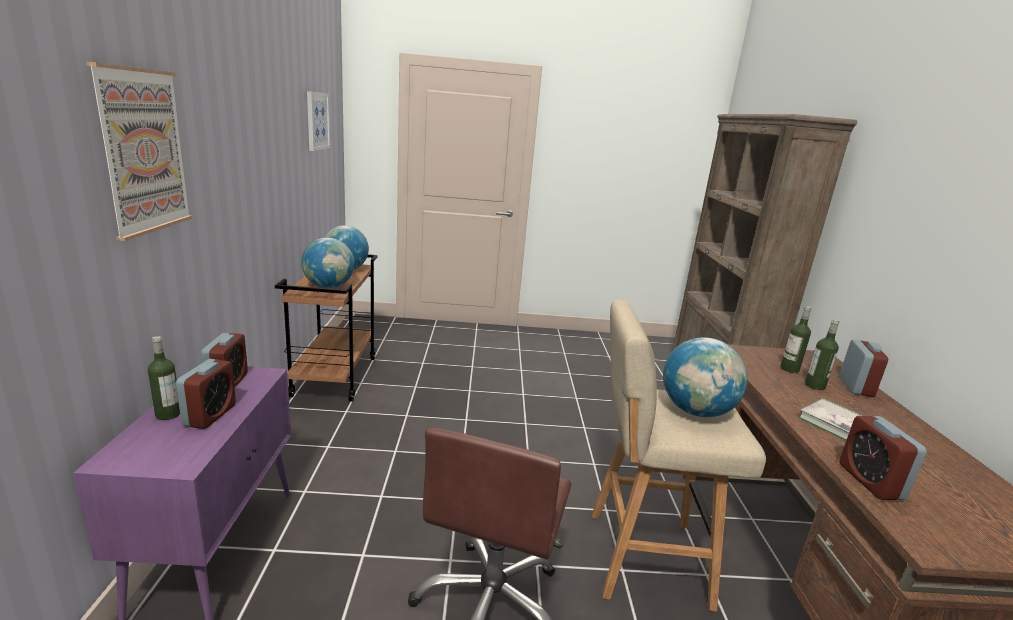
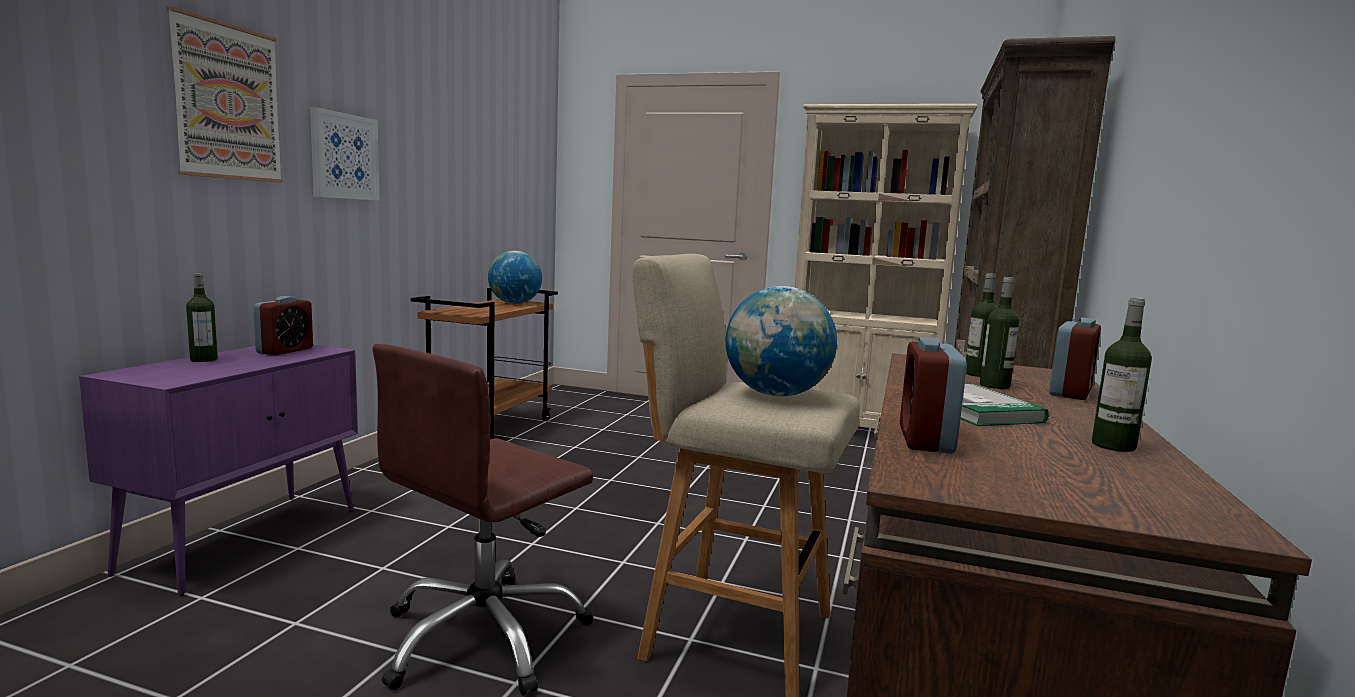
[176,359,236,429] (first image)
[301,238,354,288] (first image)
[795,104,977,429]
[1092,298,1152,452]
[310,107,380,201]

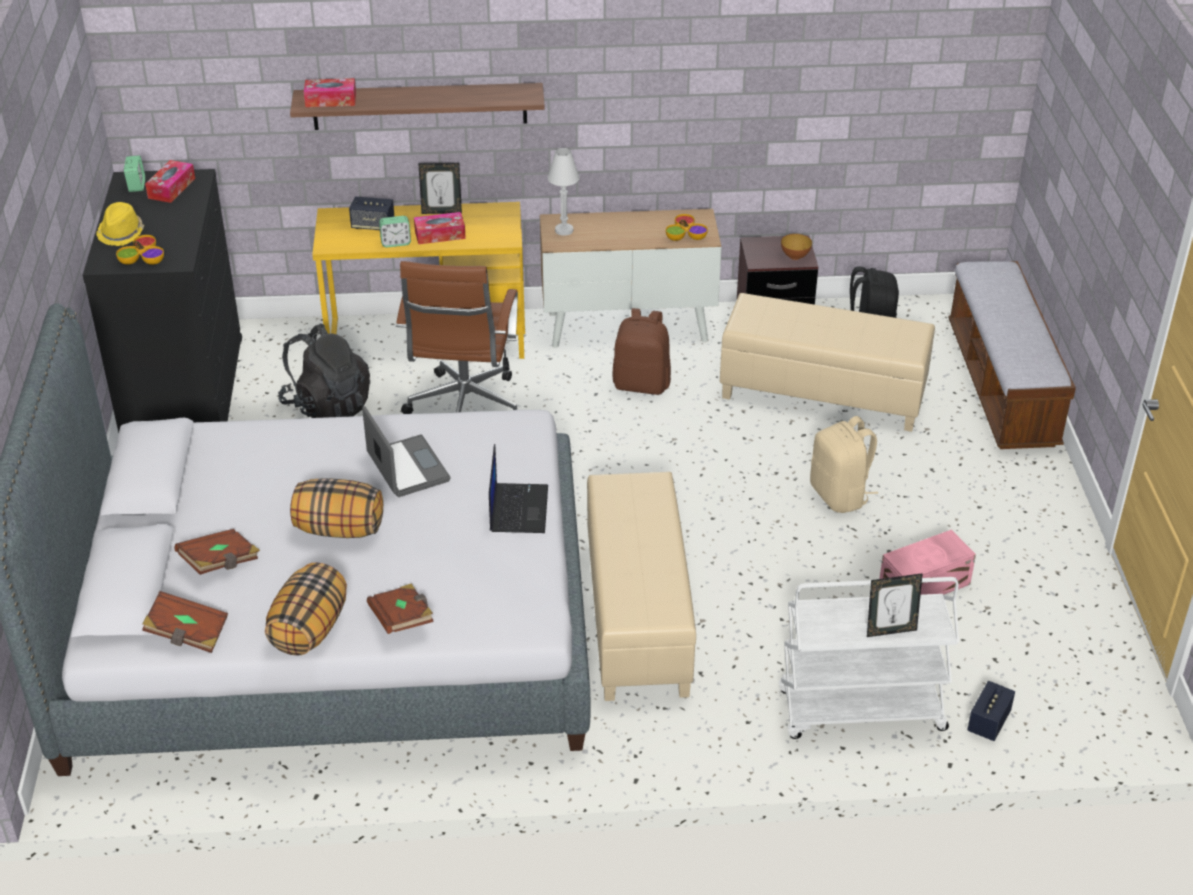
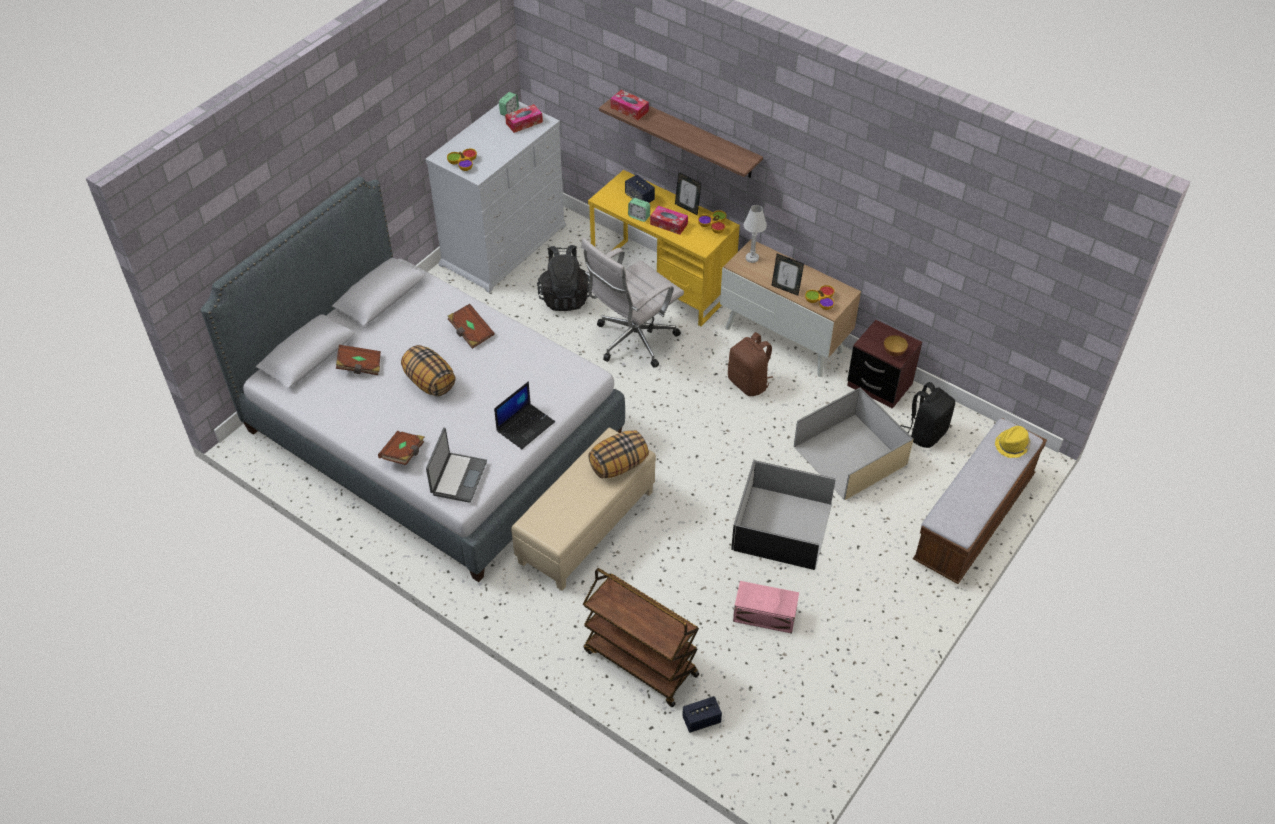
[698,210,726,233]
[995,426,1031,458]
[448,304,495,349]
[588,430,649,478]
[426,428,487,503]
[771,254,804,296]
[794,387,914,500]
[731,460,836,570]
[425,101,567,293]
[581,238,684,368]
[583,568,699,707]

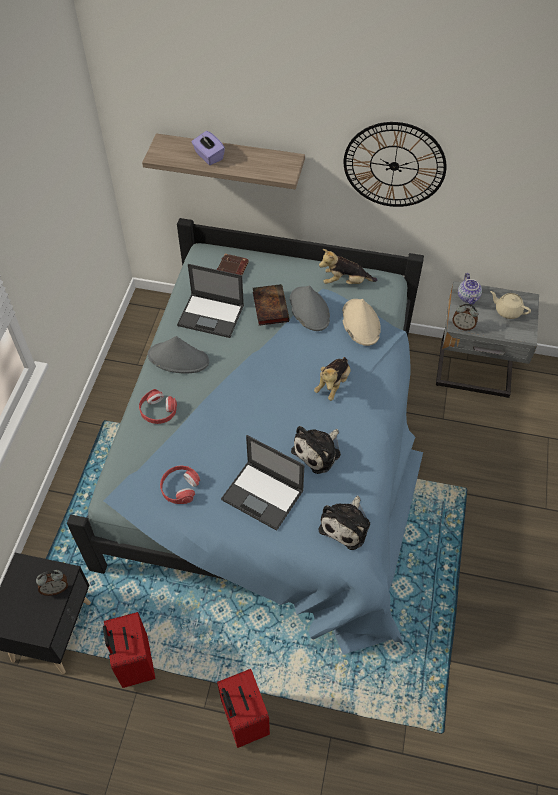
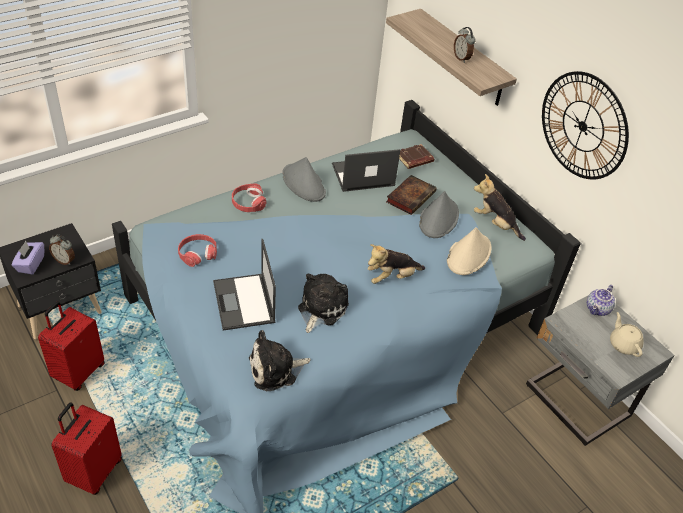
[11,241,44,275]
[454,27,476,63]
[332,149,401,192]
[298,273,349,333]

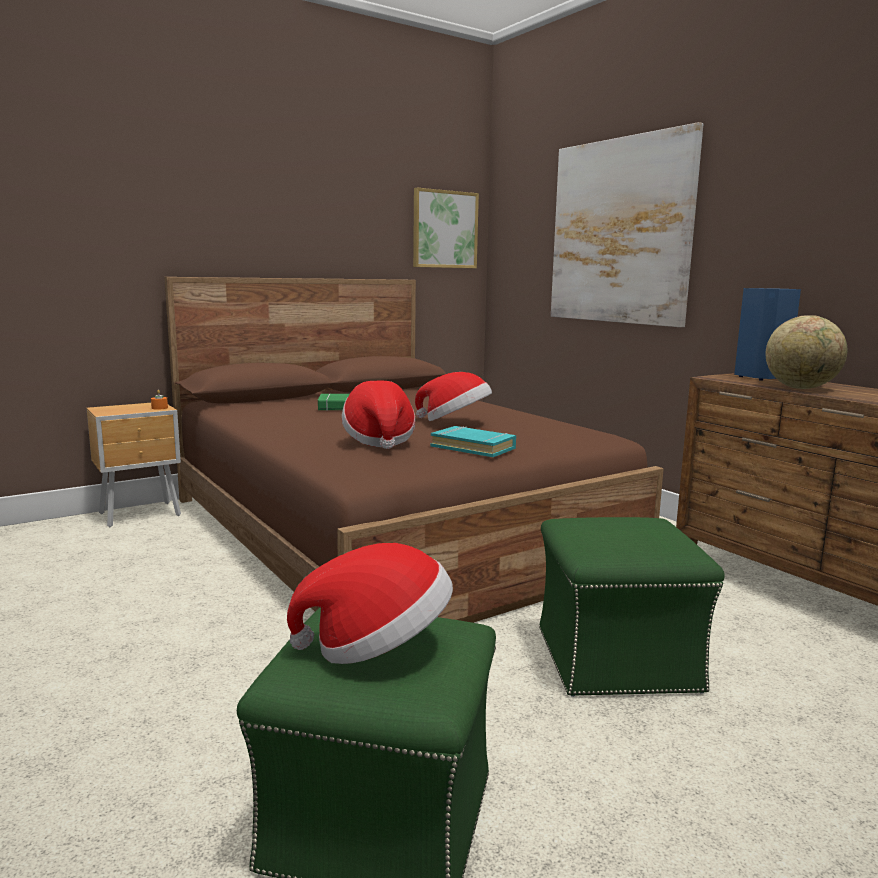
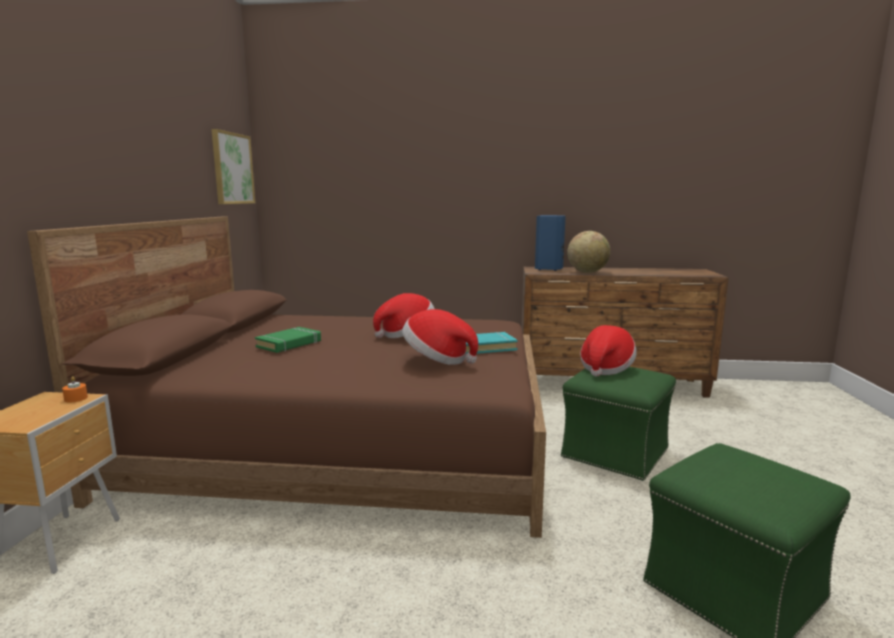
[551,122,703,327] (first image)
[580,325,637,377]

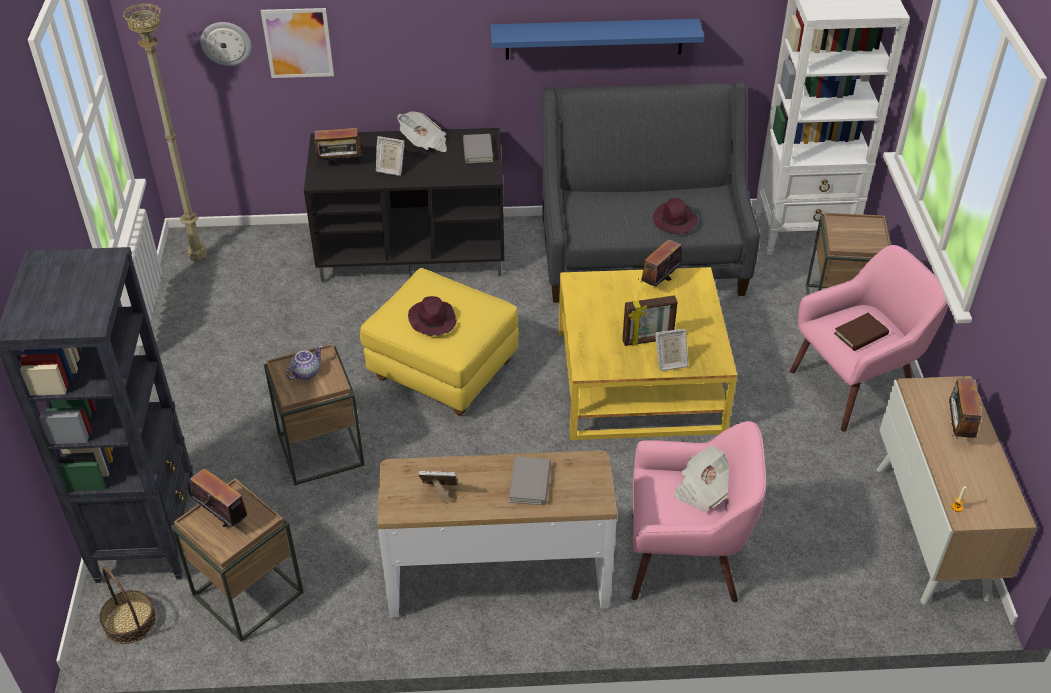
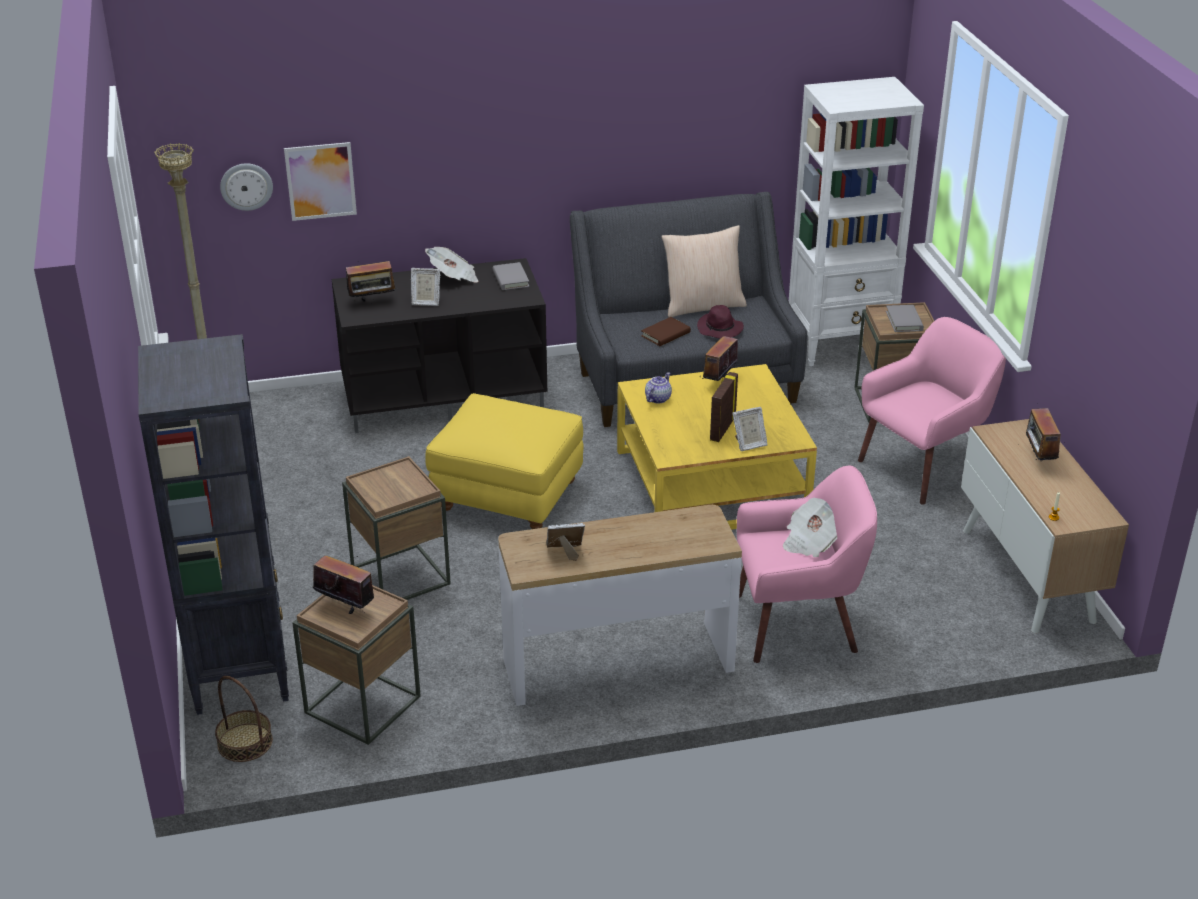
[408,296,457,336] (first image)
[490,19,704,59] (first image)
[661,225,747,317]
[645,372,672,404]
[886,305,924,332]
[641,317,691,346]
[710,372,738,442]

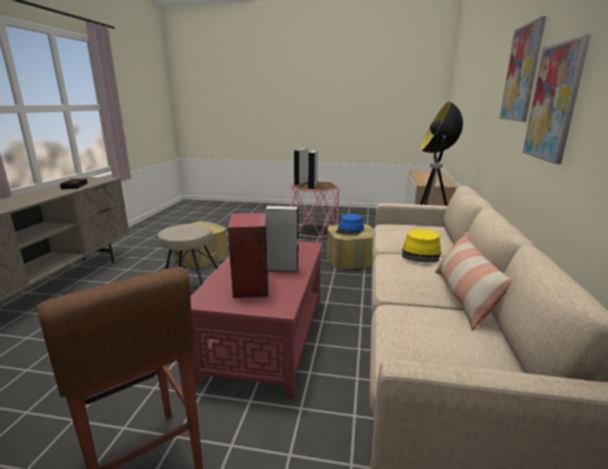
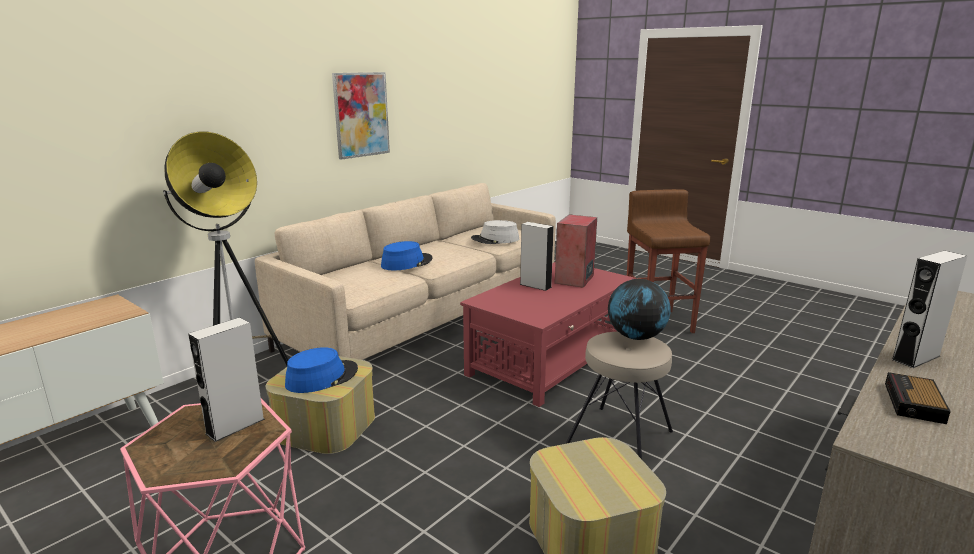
[435,232,513,330] (first image)
[500,16,546,122] (first image)
[471,220,519,244]
[608,279,670,340]
[892,251,967,368]
[381,241,432,270]

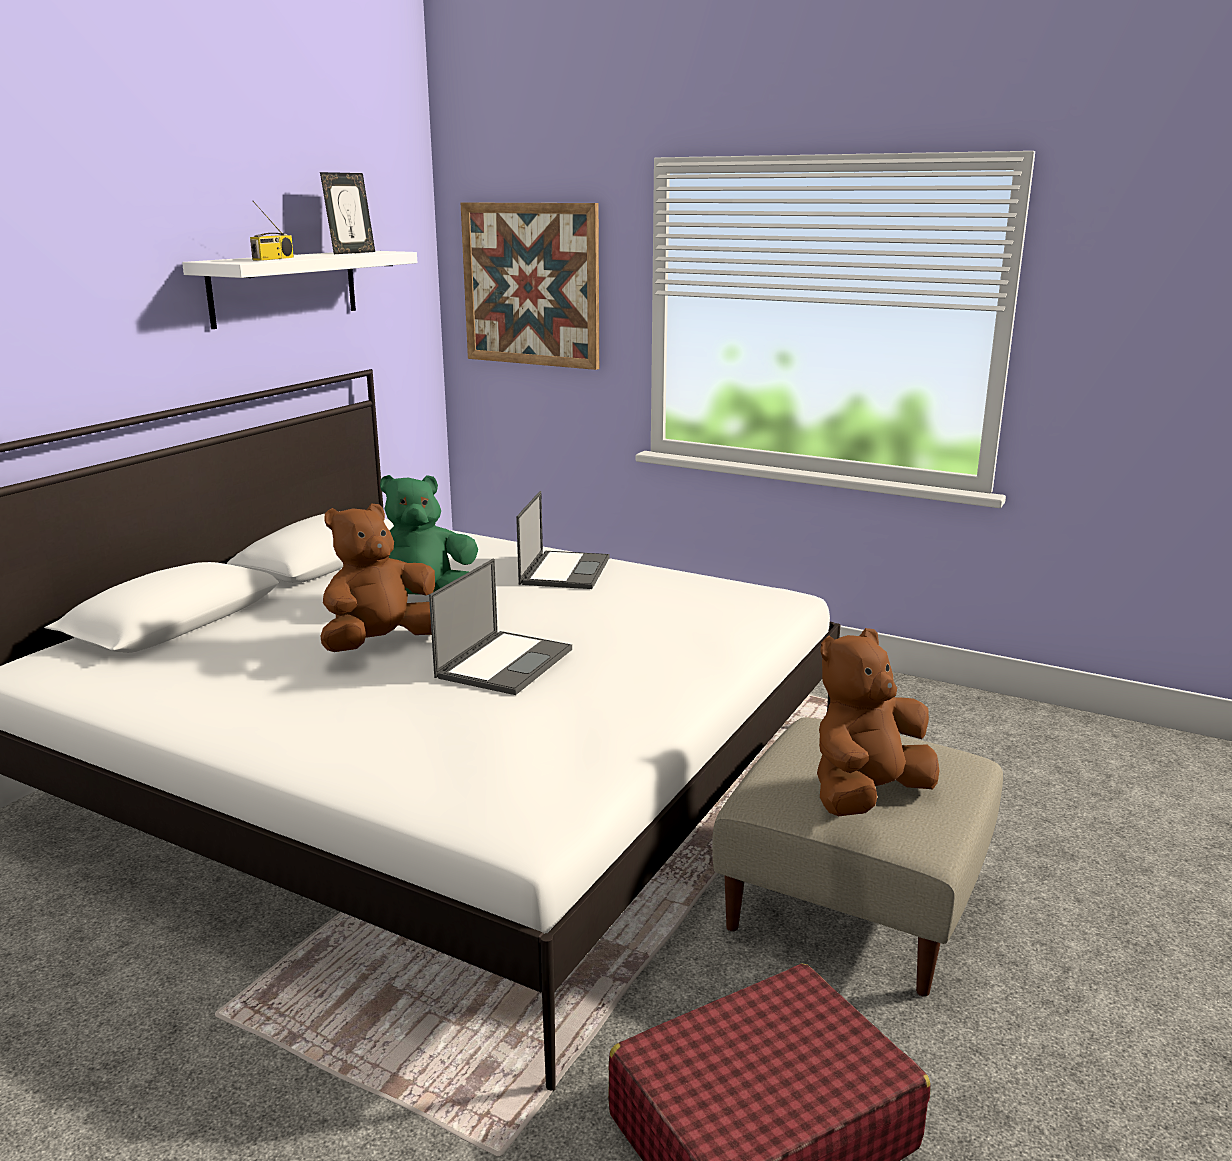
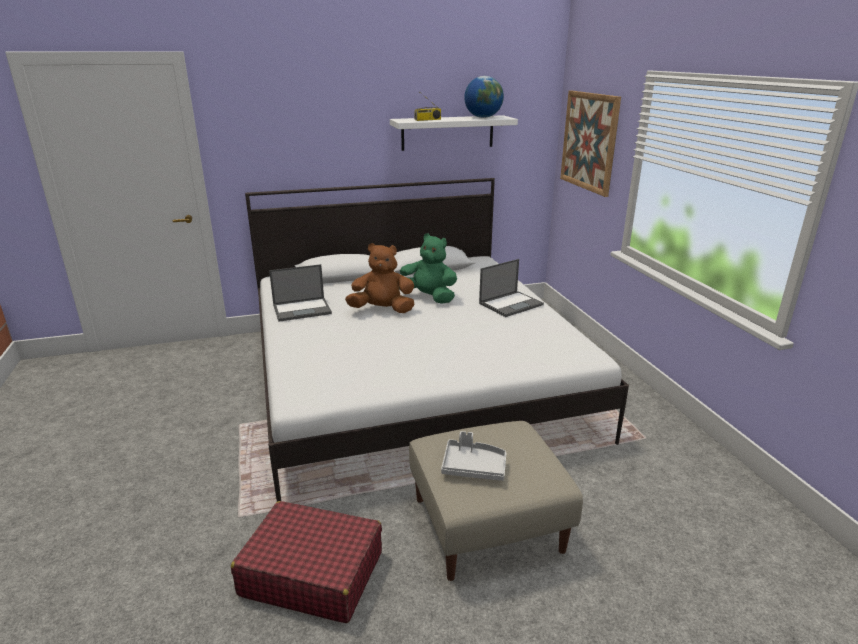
[269,264,332,322]
[464,76,504,118]
[441,431,506,481]

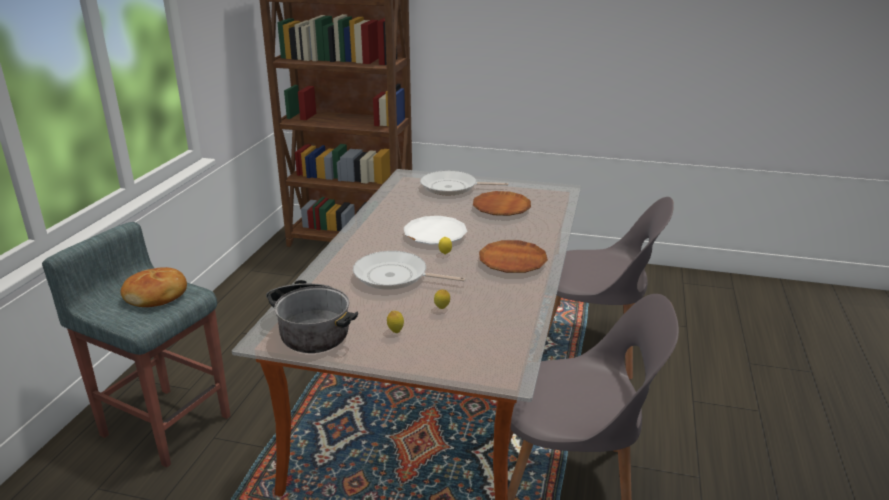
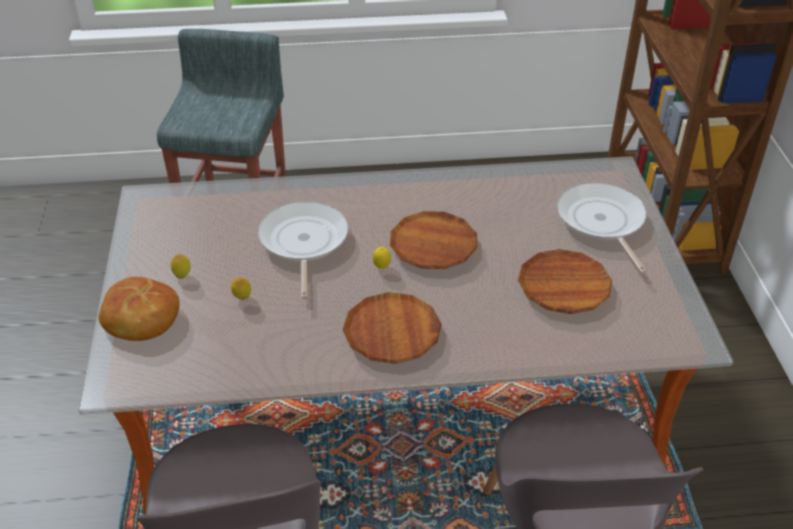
[266,280,358,353] (first image)
[98,277,180,341]
[390,211,477,269]

